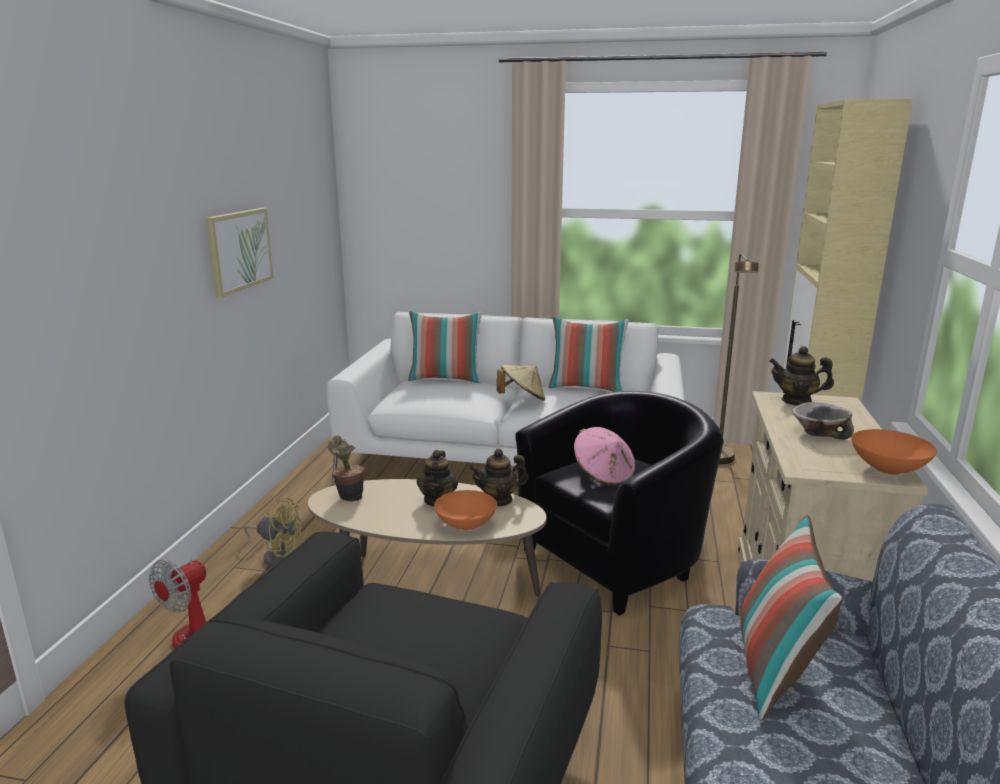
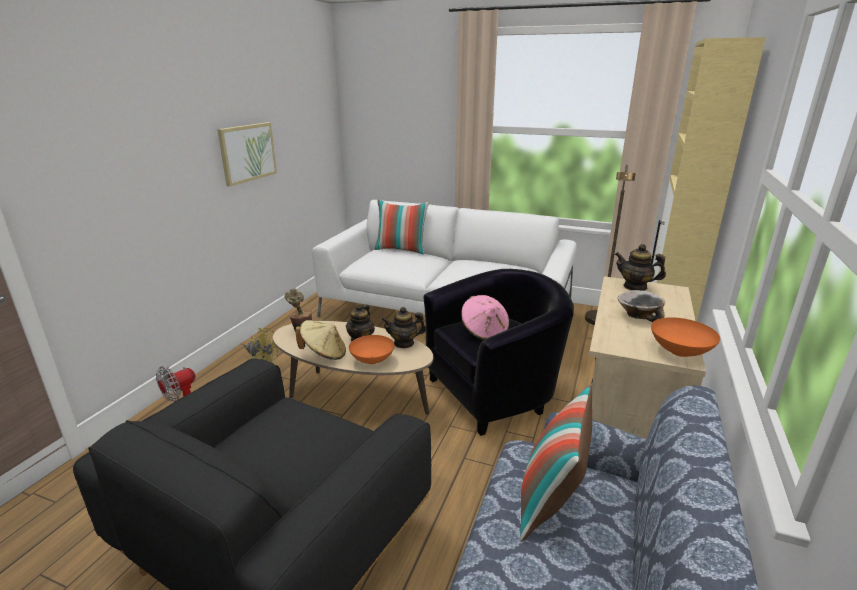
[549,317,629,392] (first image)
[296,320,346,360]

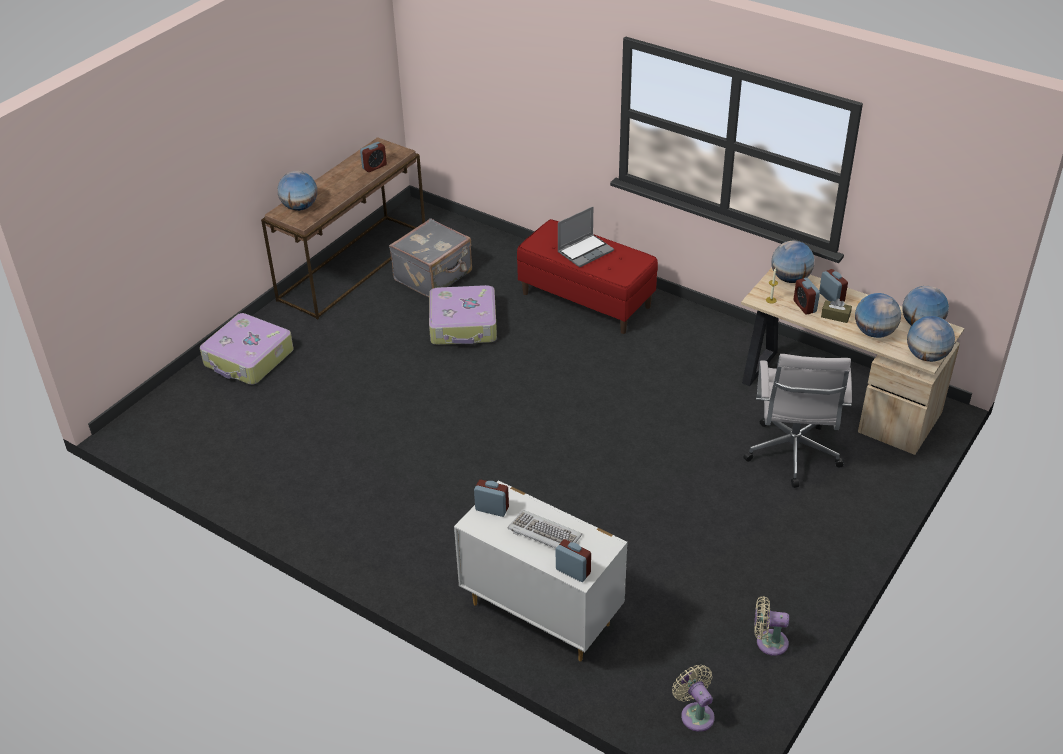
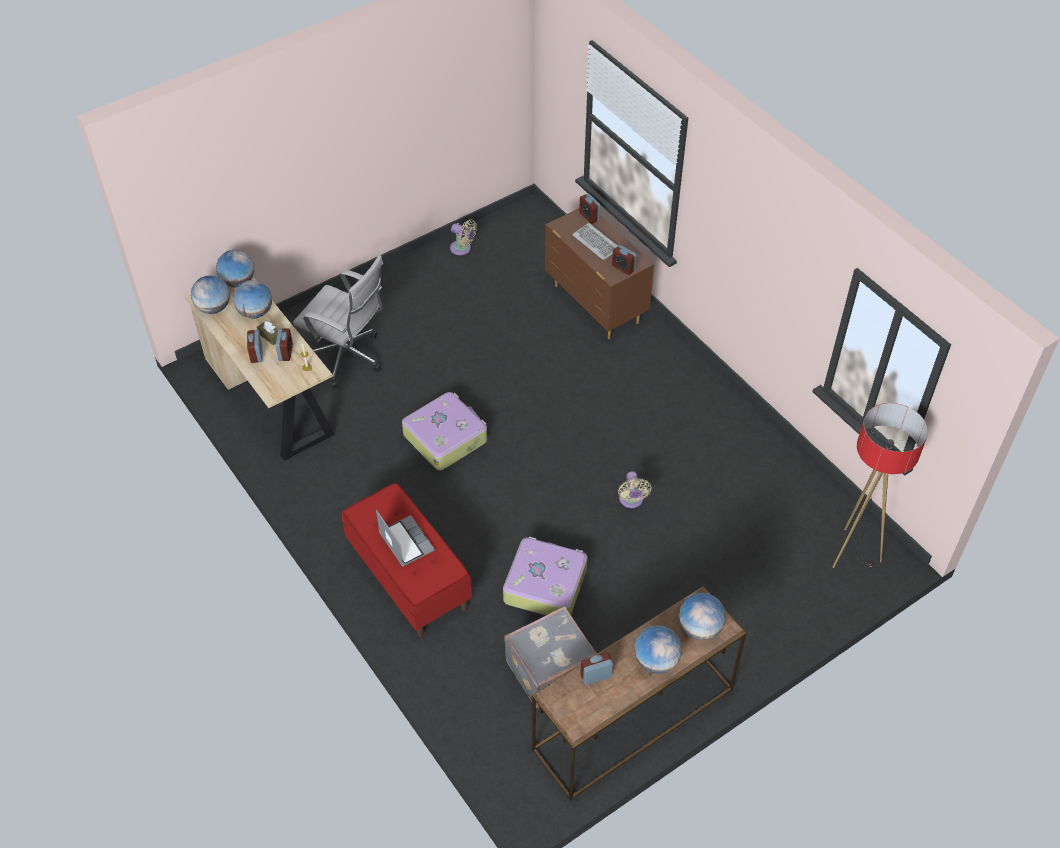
[833,403,928,568]
[402,392,487,470]
[618,471,651,508]
[634,625,682,674]
[545,208,654,339]
[376,510,435,567]
[293,255,383,388]

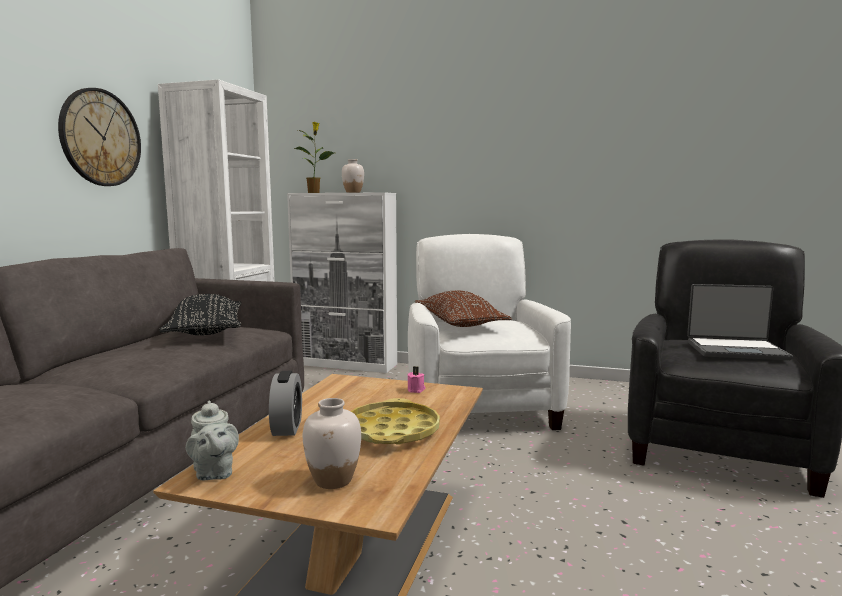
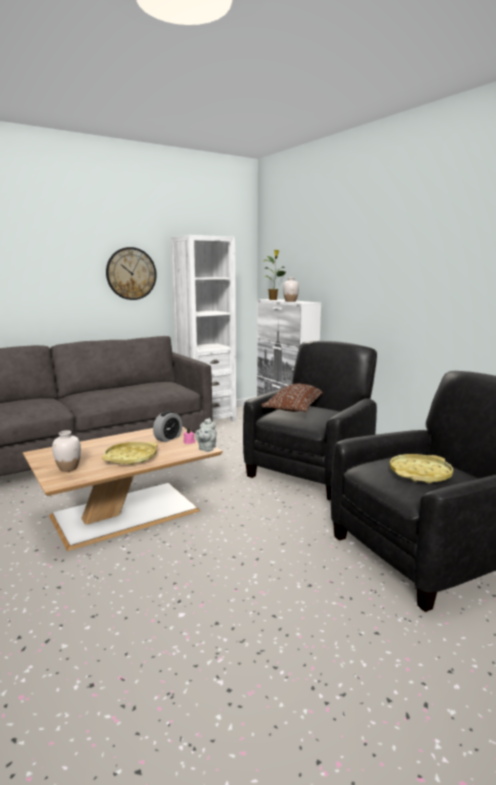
[159,294,241,335] (first image)
[195,418,217,452]
[153,411,182,442]
[390,454,453,484]
[243,341,377,501]

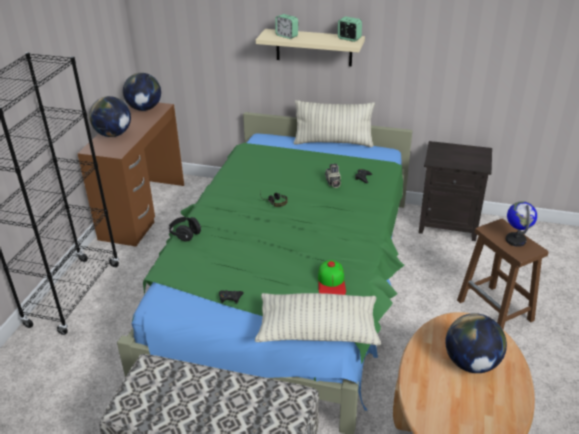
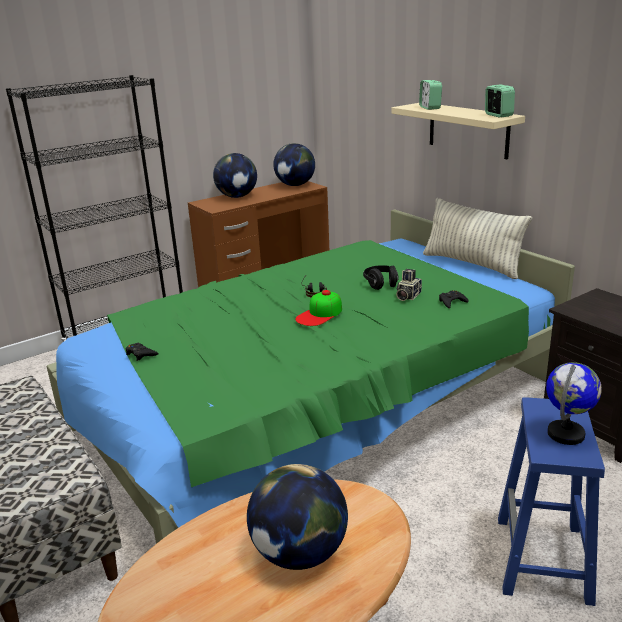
[255,293,381,345] (first image)
[363,265,399,290]
[295,290,342,326]
[498,397,605,606]

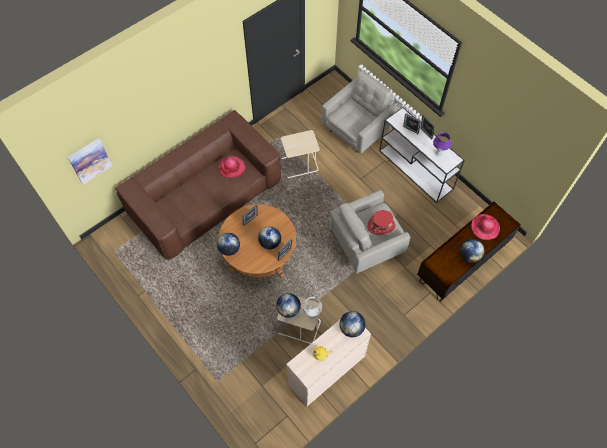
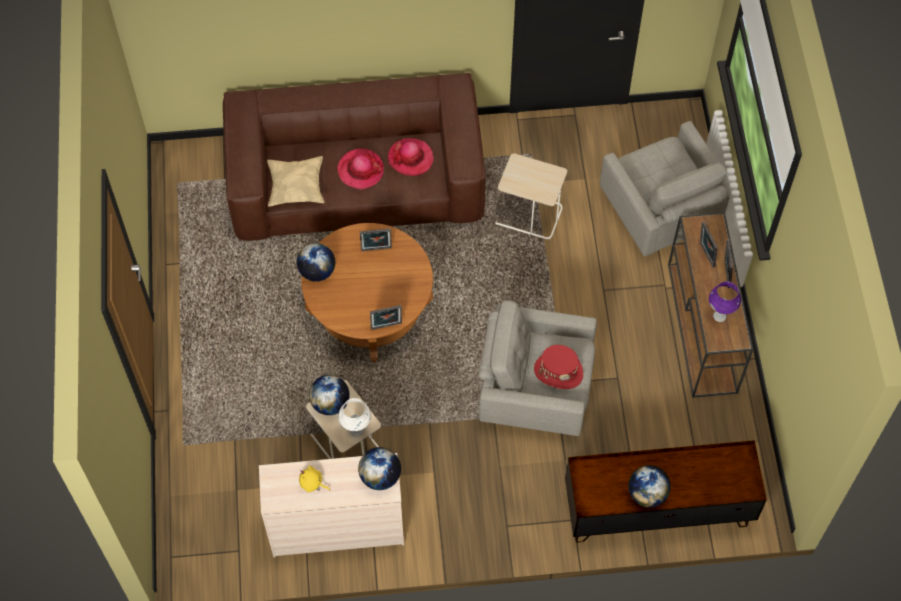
[68,138,112,185] (first image)
[258,226,281,249] (first image)
[267,156,324,207]
[337,148,384,189]
[668,212,753,398]
[600,121,731,257]

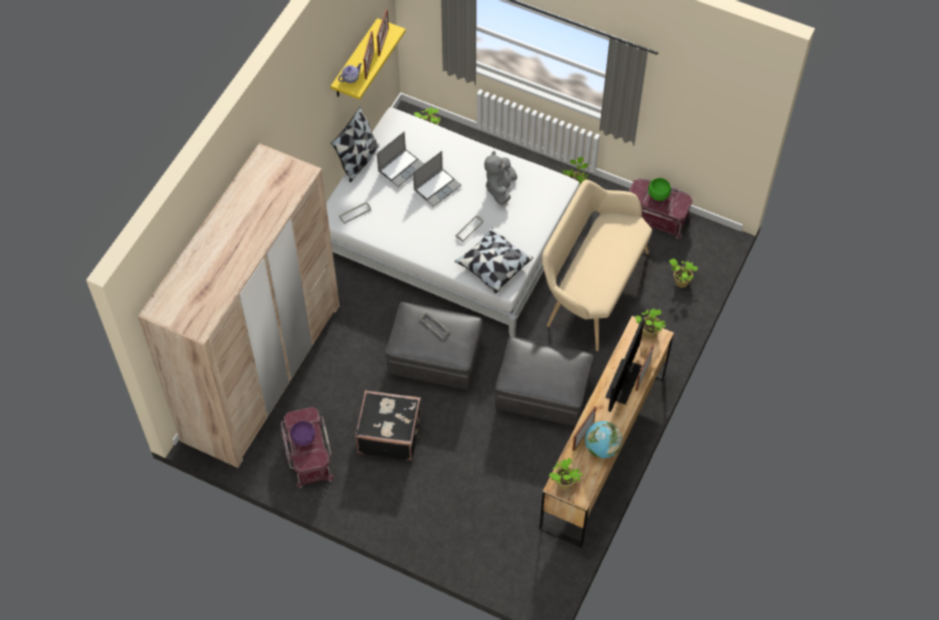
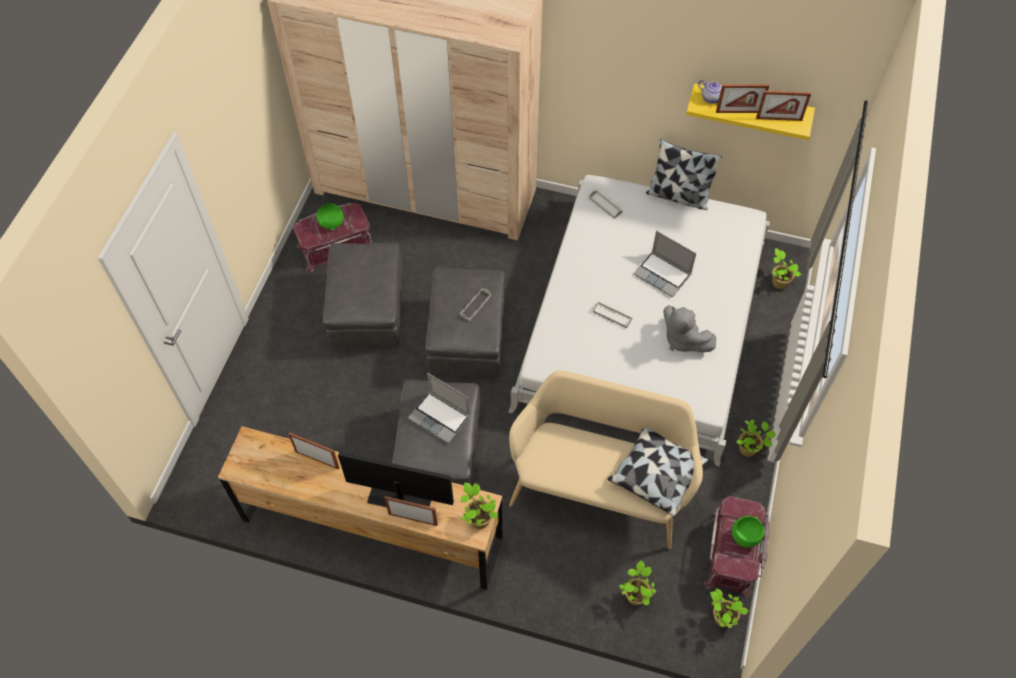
[585,421,622,458] (first image)
[408,373,471,444]
[608,428,709,517]
[710,588,749,628]
[323,242,403,347]
[317,204,344,230]
[663,305,716,352]

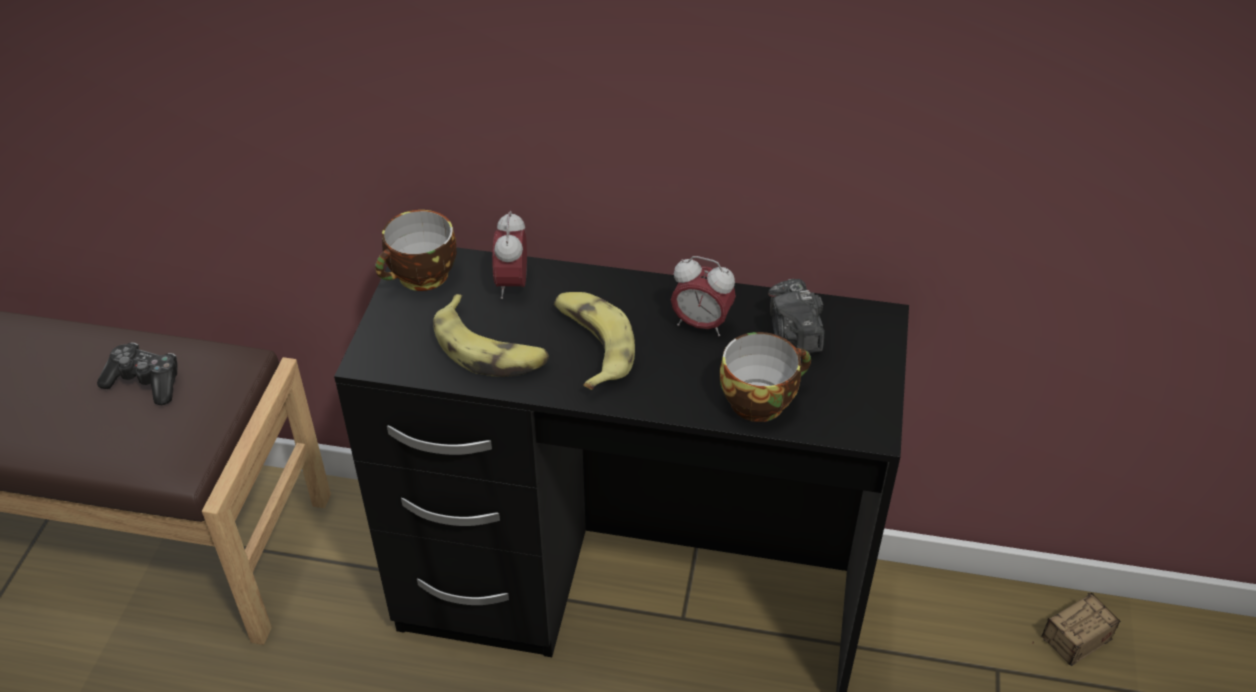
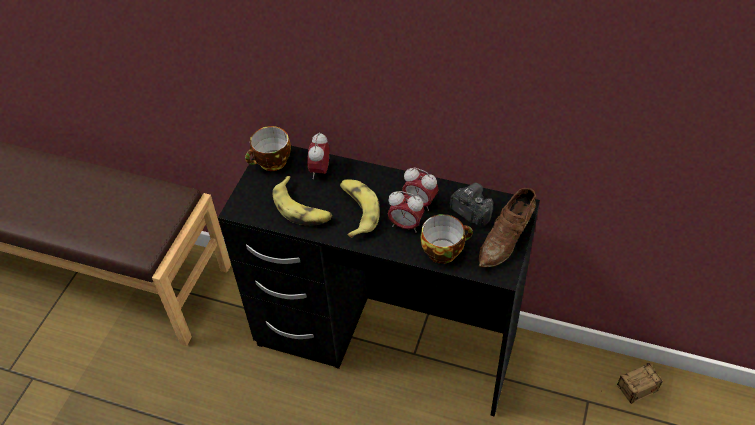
[97,343,178,405] (first image)
[388,191,425,233]
[479,188,536,267]
[449,182,493,226]

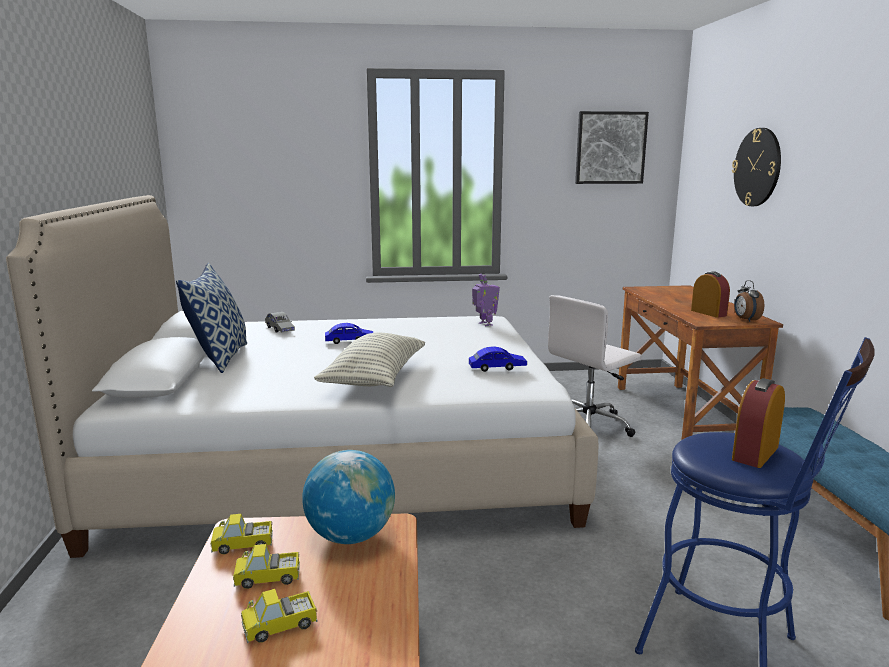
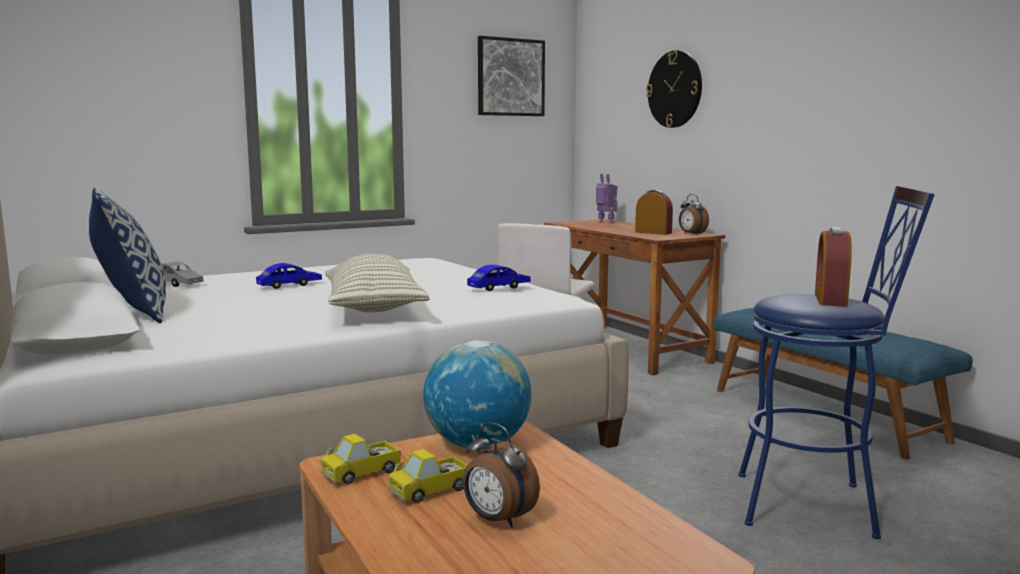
[596,174,618,224]
[463,422,540,528]

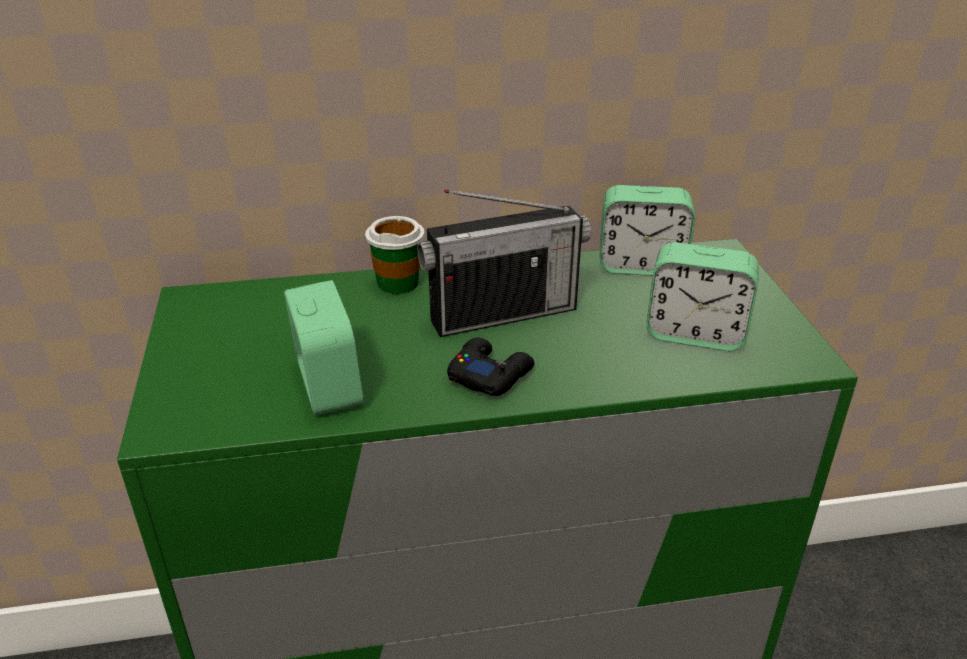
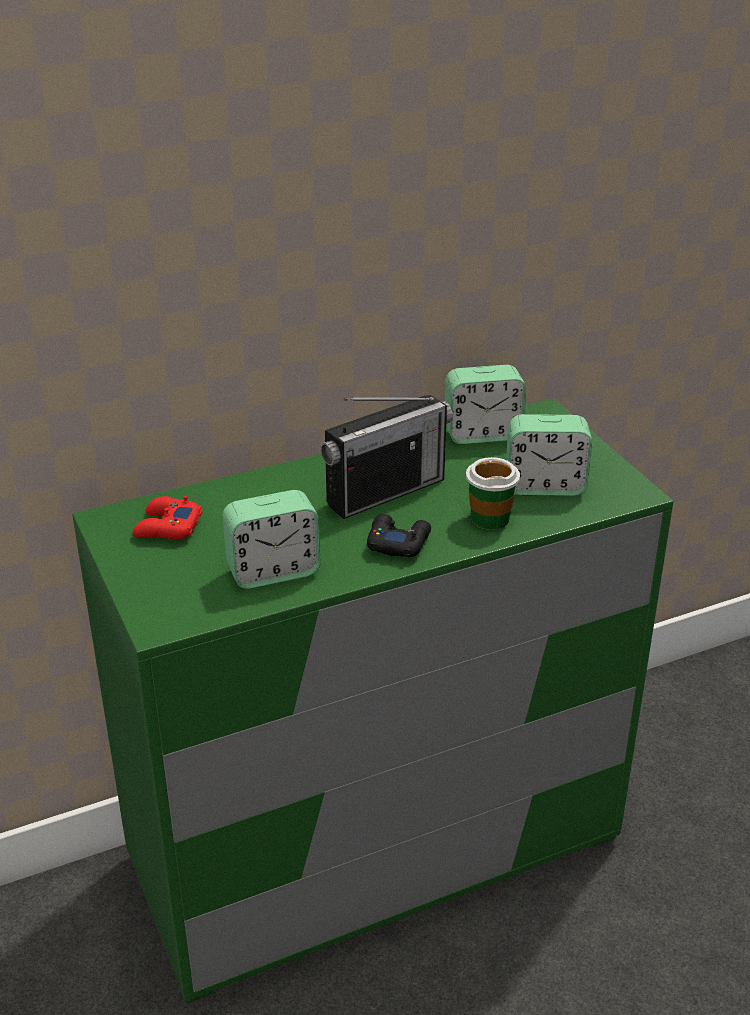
[132,495,202,539]
[466,457,520,530]
[223,490,321,589]

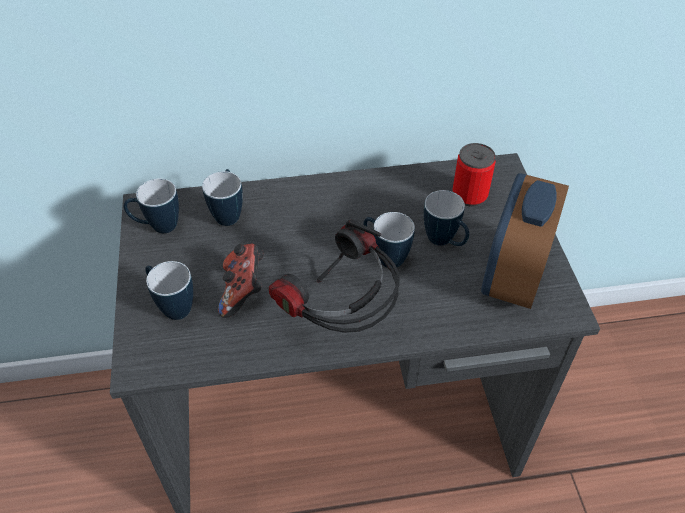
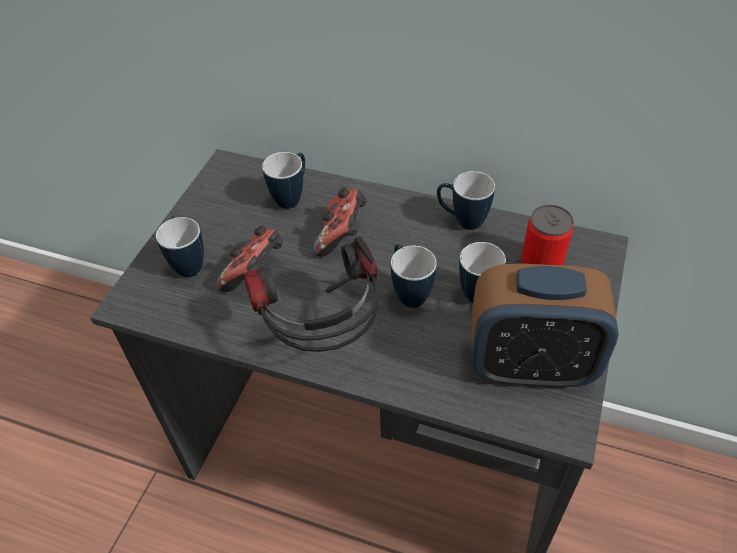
[313,188,367,256]
[437,171,495,230]
[472,263,619,388]

